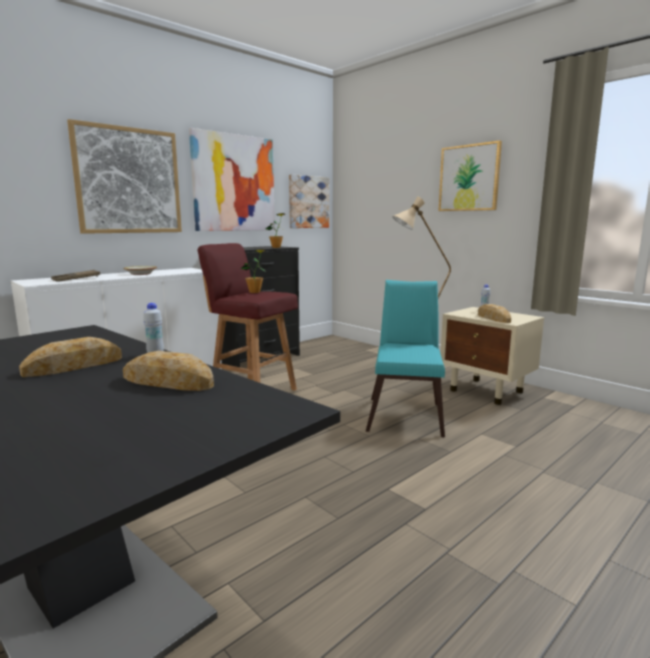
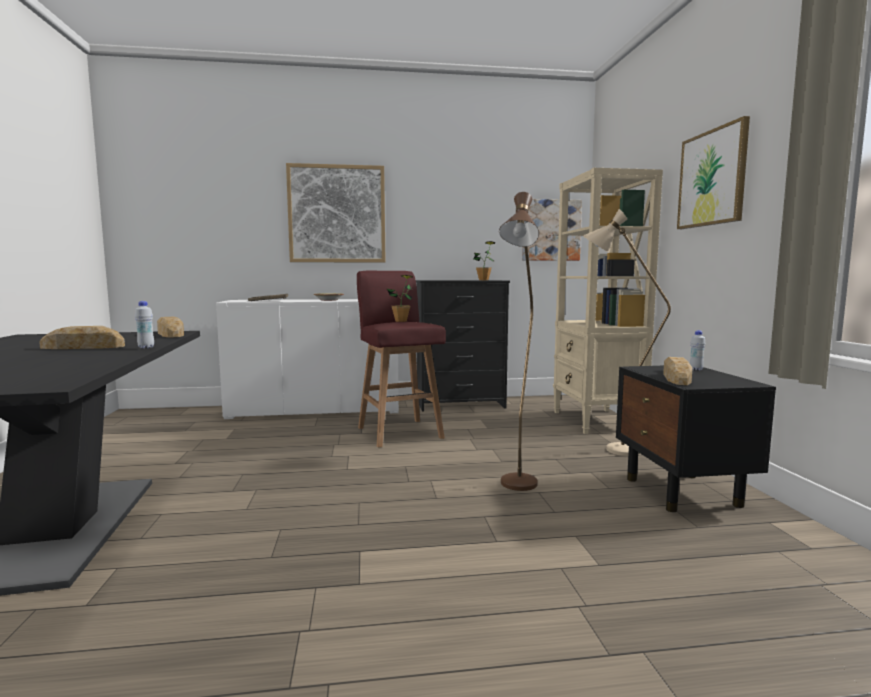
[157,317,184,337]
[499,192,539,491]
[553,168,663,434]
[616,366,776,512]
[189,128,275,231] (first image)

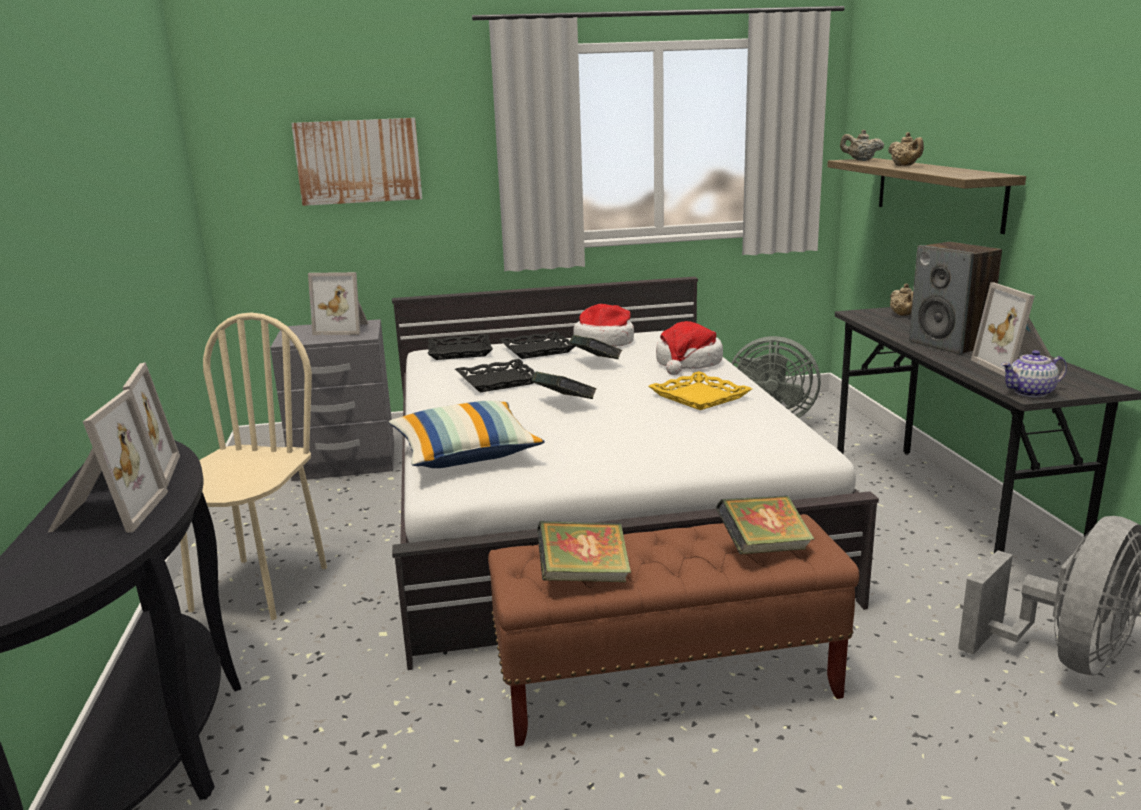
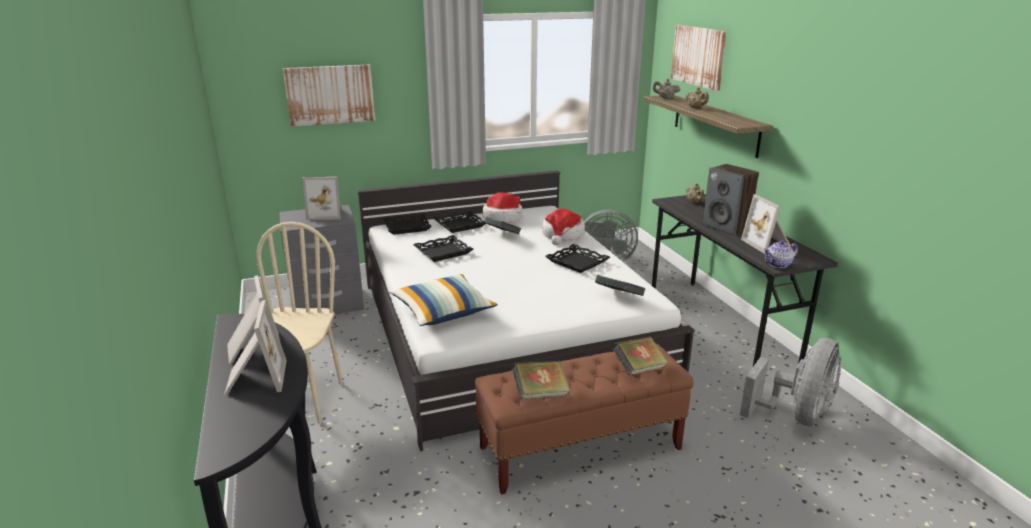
[545,244,610,273]
[595,275,646,296]
[671,25,727,91]

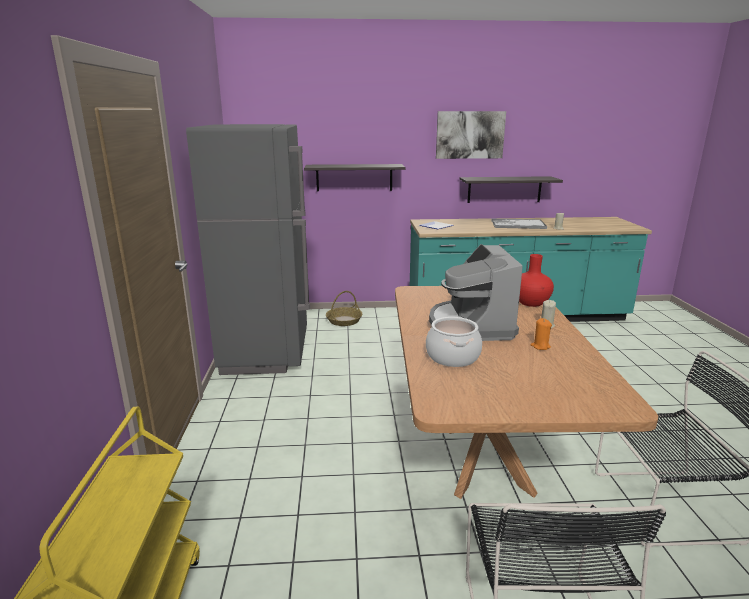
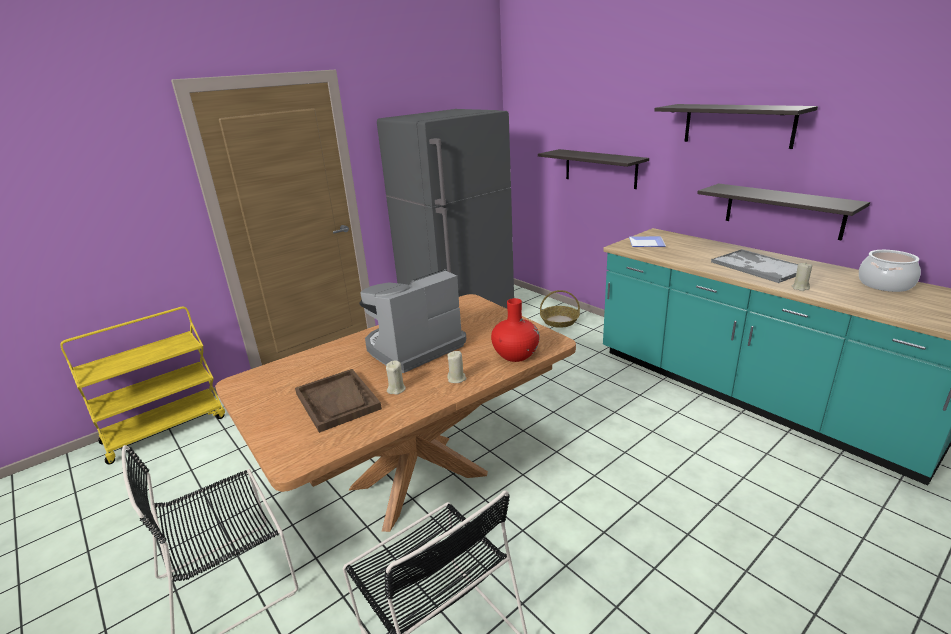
[295,369,382,433]
[386,361,406,395]
[654,104,818,149]
[859,250,921,292]

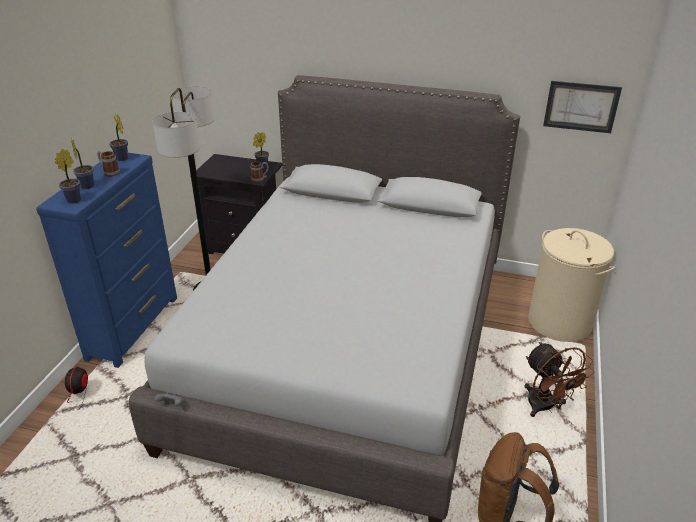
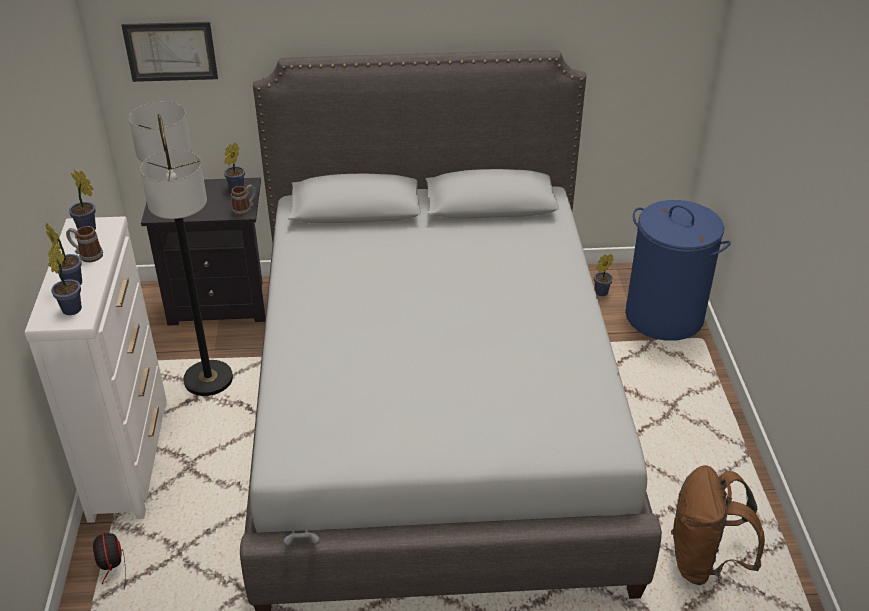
[24,216,167,523]
[122,22,218,82]
[594,254,614,296]
[625,200,731,341]
[524,342,594,417] (first image)

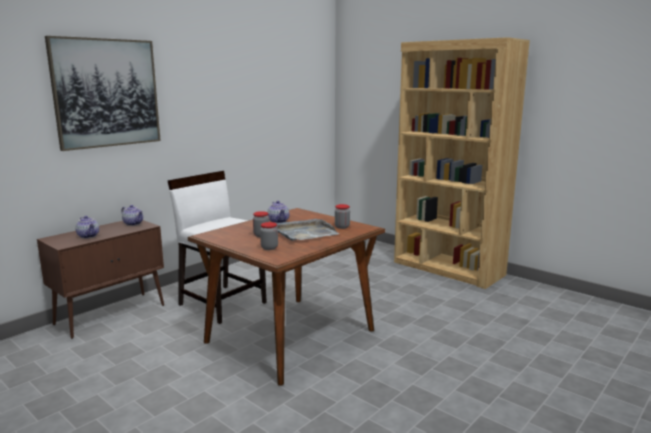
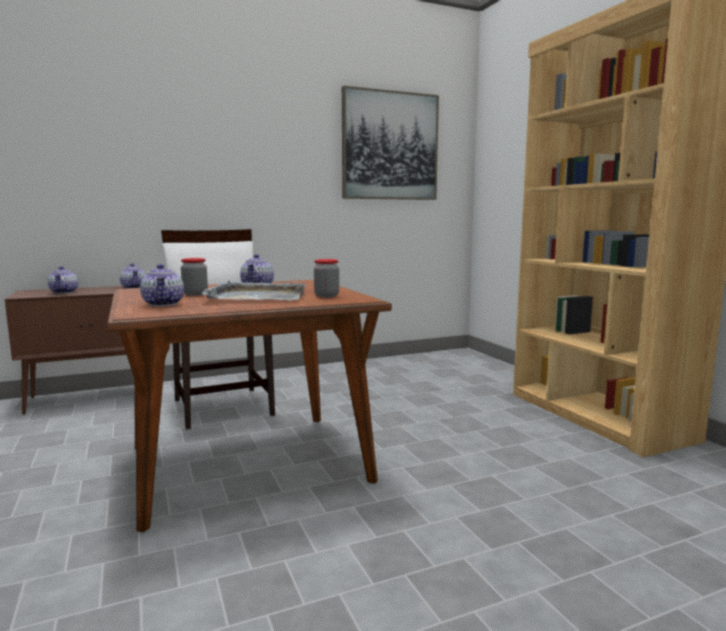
[140,264,184,307]
[342,86,439,200]

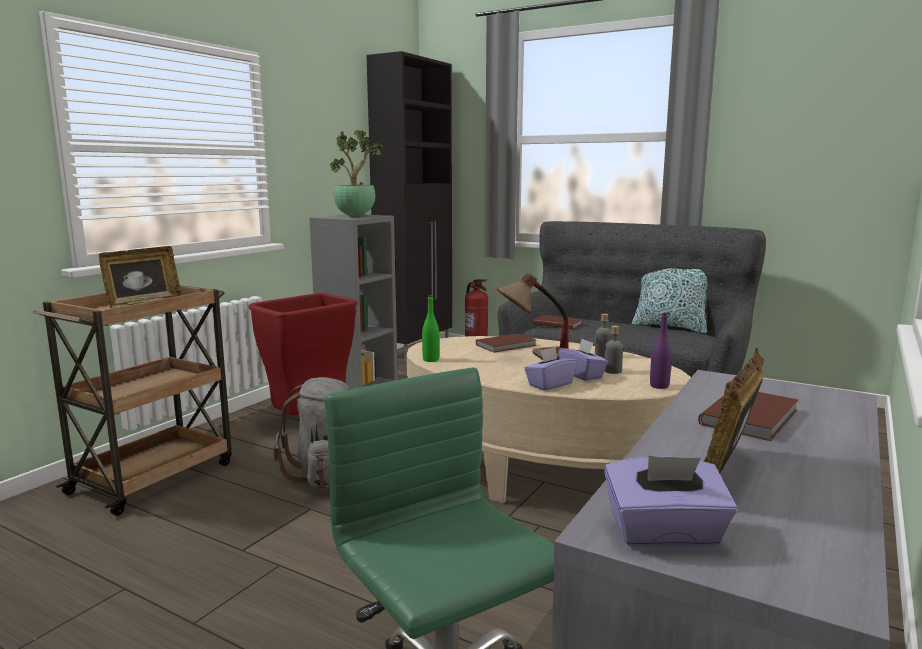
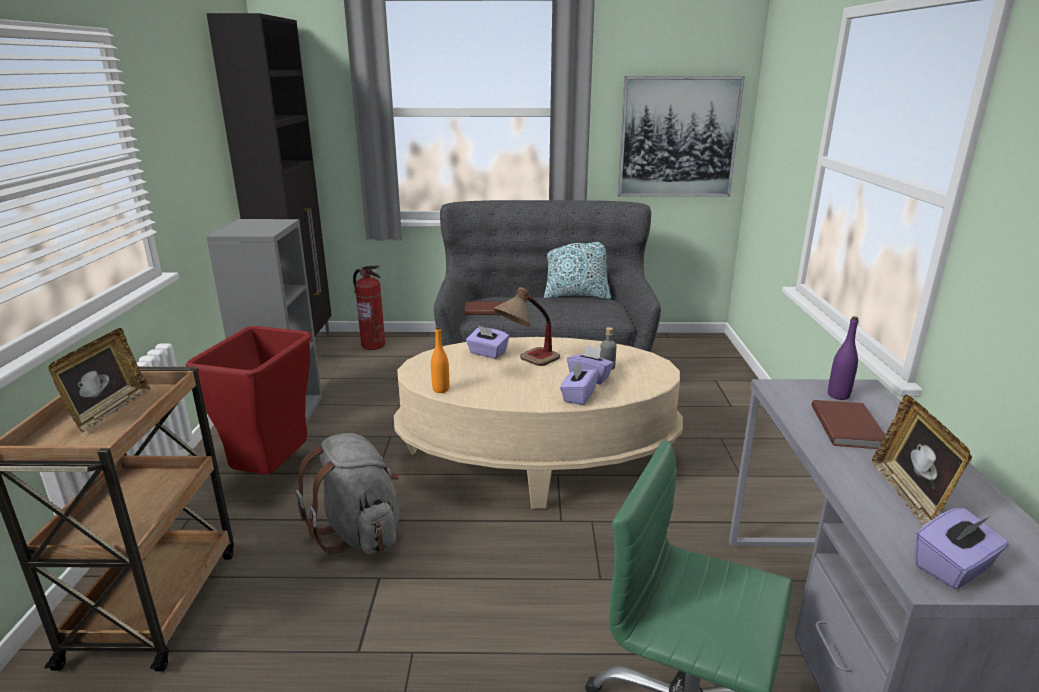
[431,327,449,393]
[466,326,509,359]
[618,76,745,197]
[828,316,859,400]
[330,130,383,216] (first image)
[595,314,612,358] (first image)

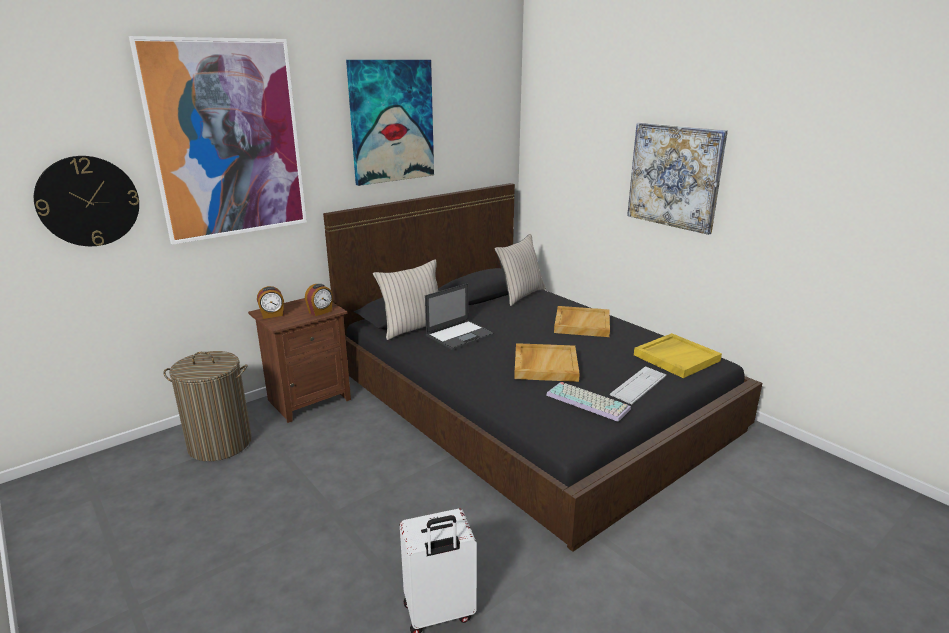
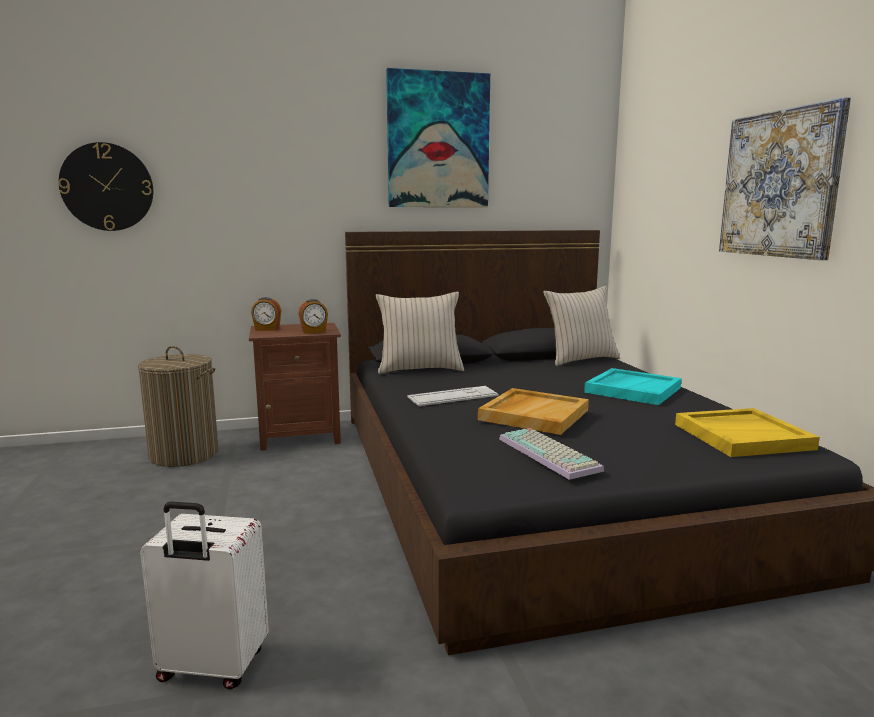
[408,386,499,406]
[584,368,682,405]
[129,36,307,245] (first image)
[425,283,495,351] (first image)

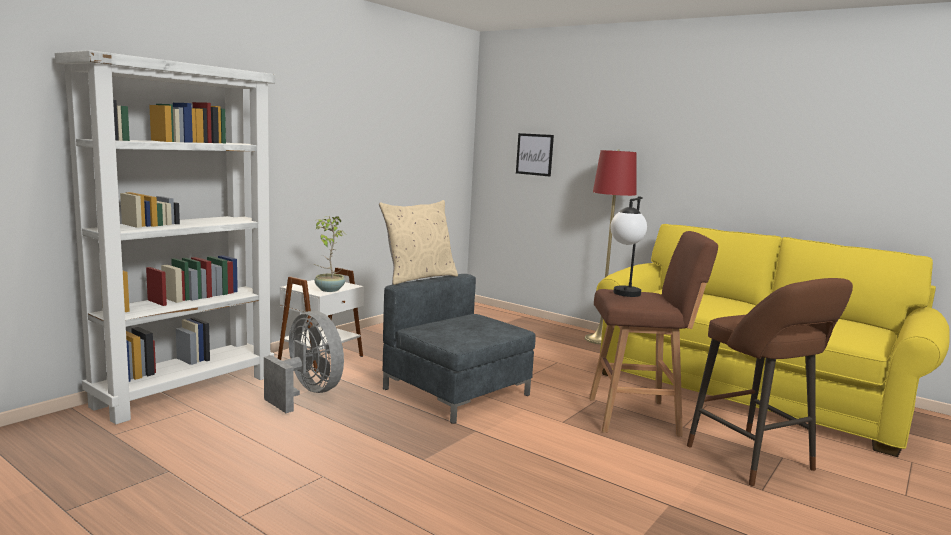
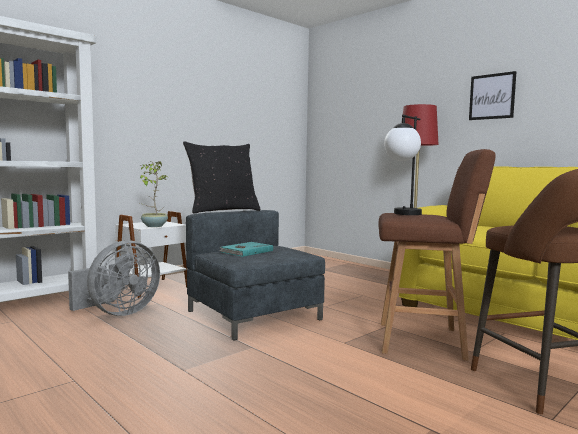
[68,240,160,316]
[183,141,260,214]
[219,242,273,257]
[469,71,517,120]

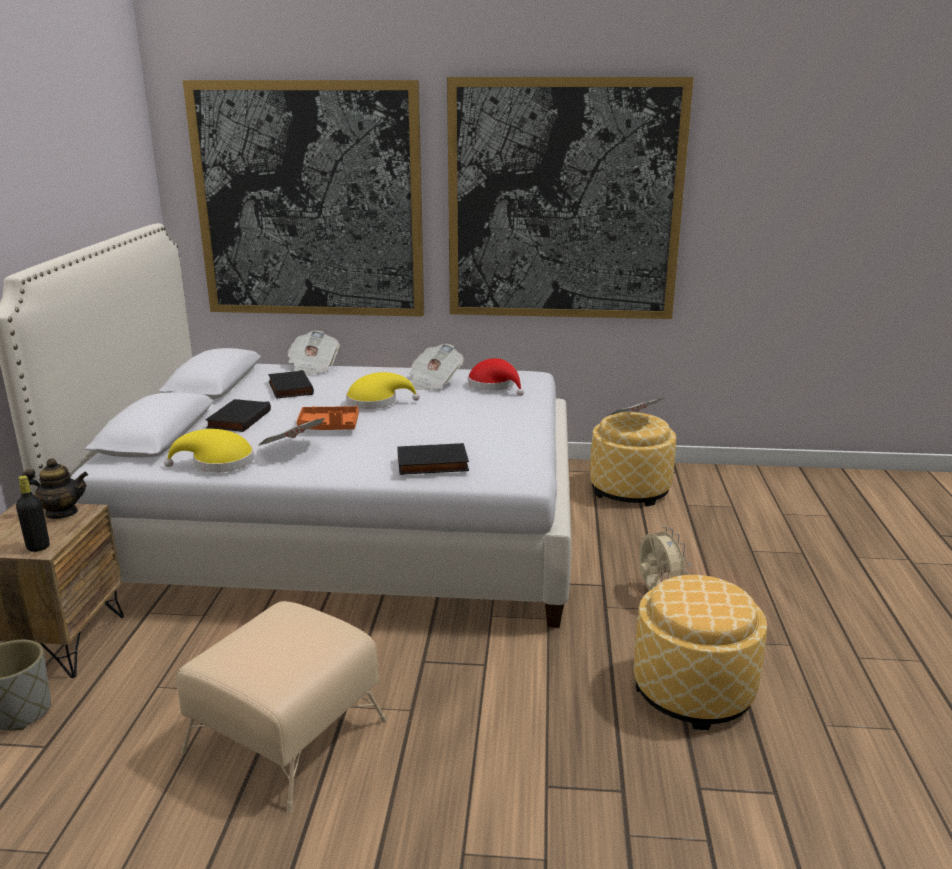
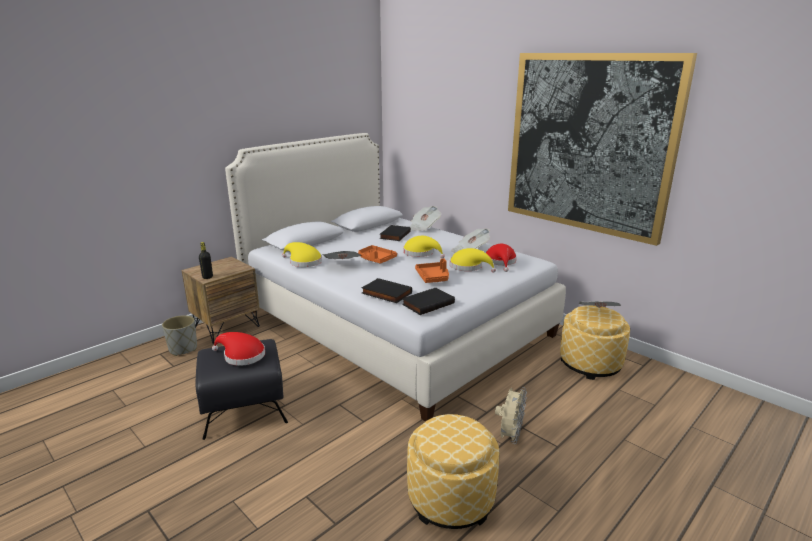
[196,339,288,440]
[212,332,265,366]
[402,288,455,315]
[415,258,449,283]
[450,248,496,272]
[22,458,88,519] (first image)
[183,80,424,317] (first image)

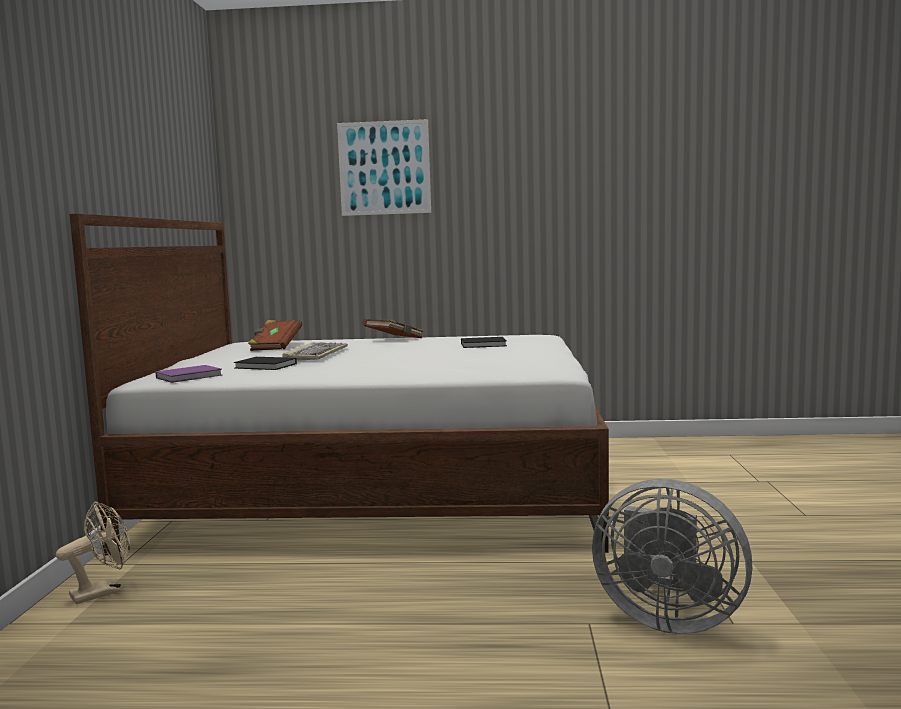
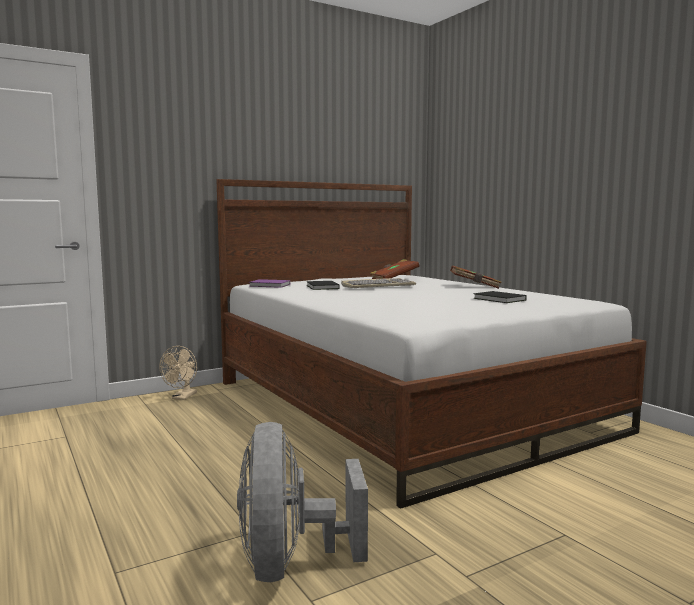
[159,346,197,400]
[337,119,431,216] (first image)

